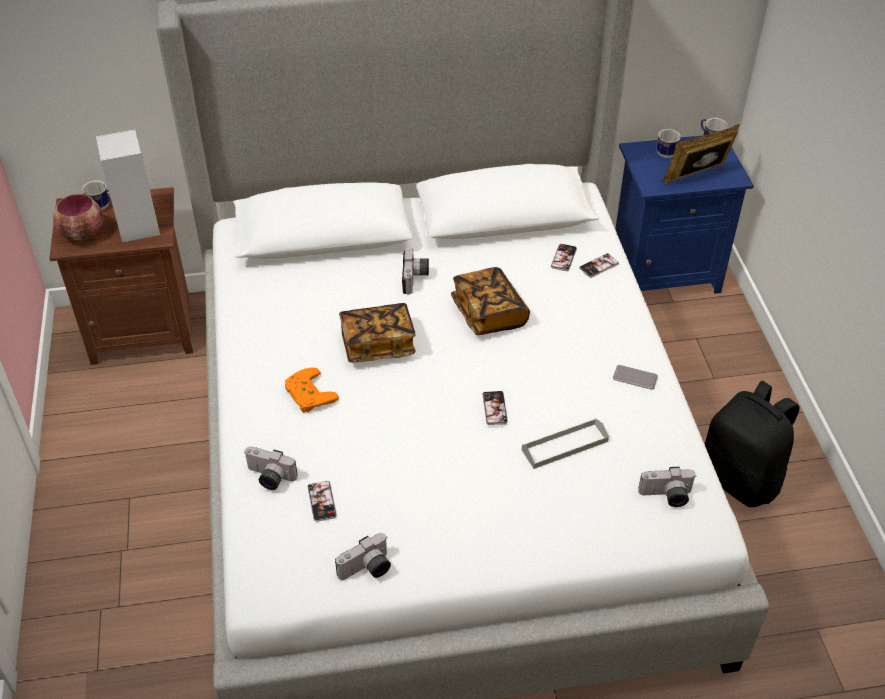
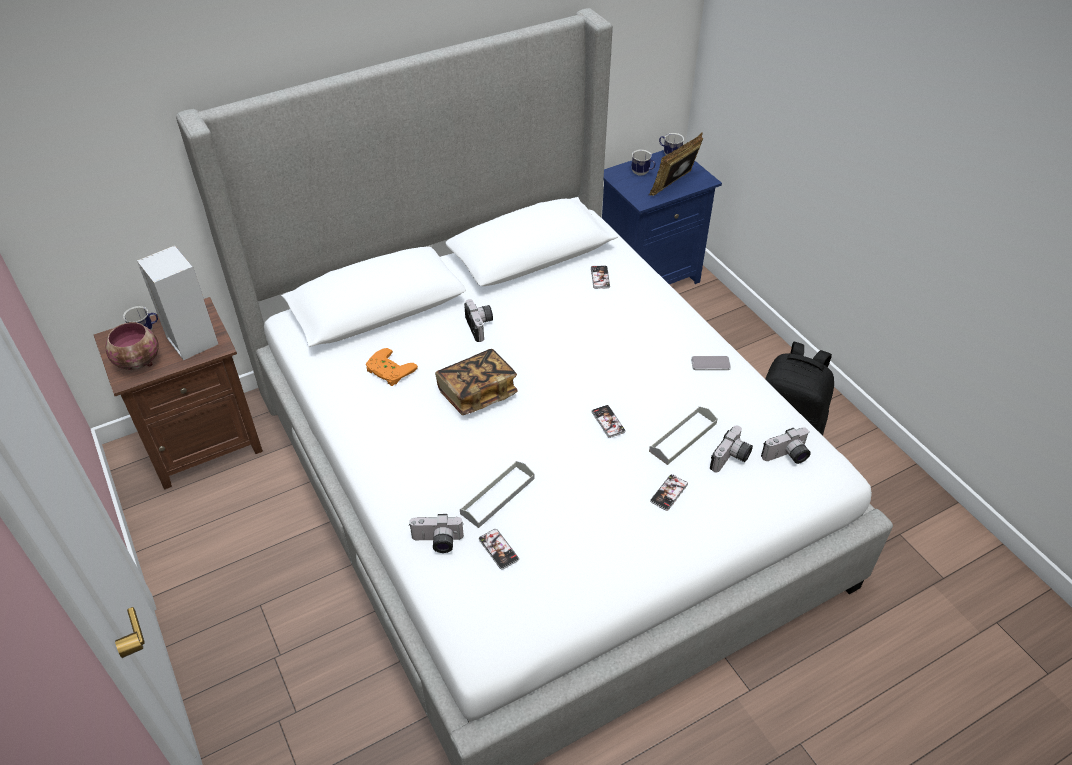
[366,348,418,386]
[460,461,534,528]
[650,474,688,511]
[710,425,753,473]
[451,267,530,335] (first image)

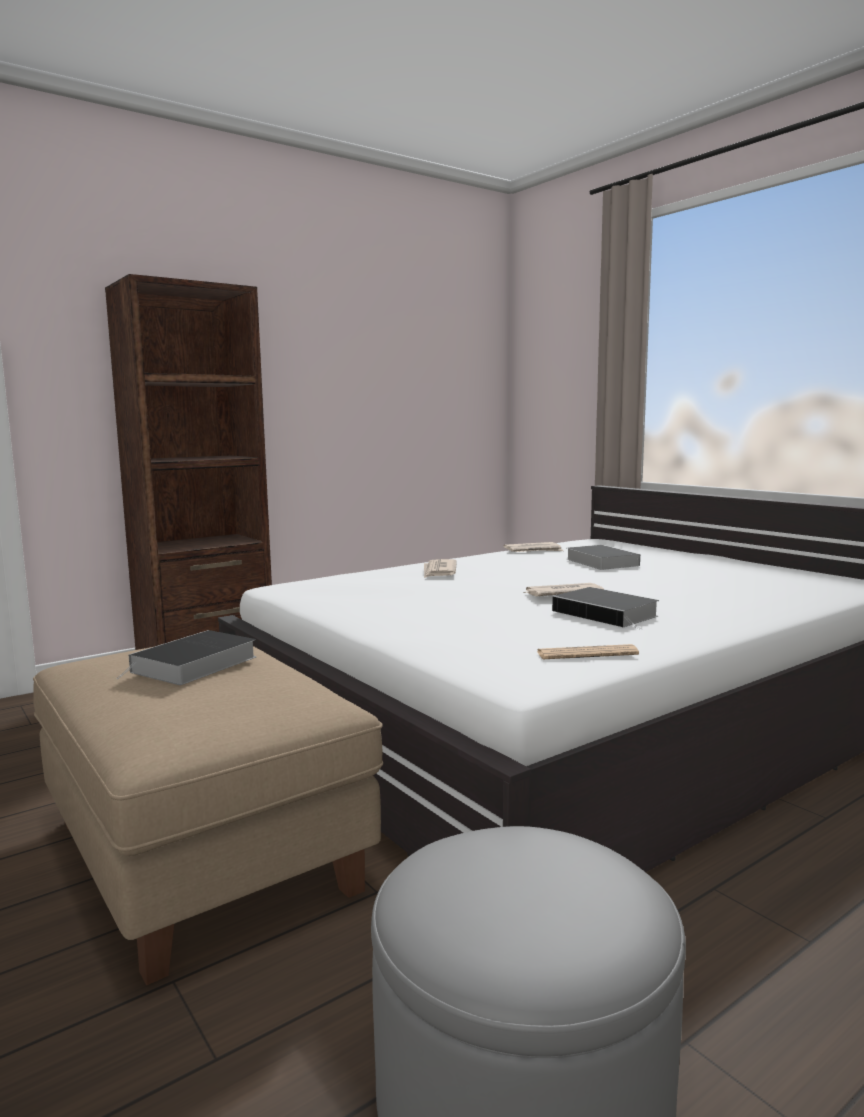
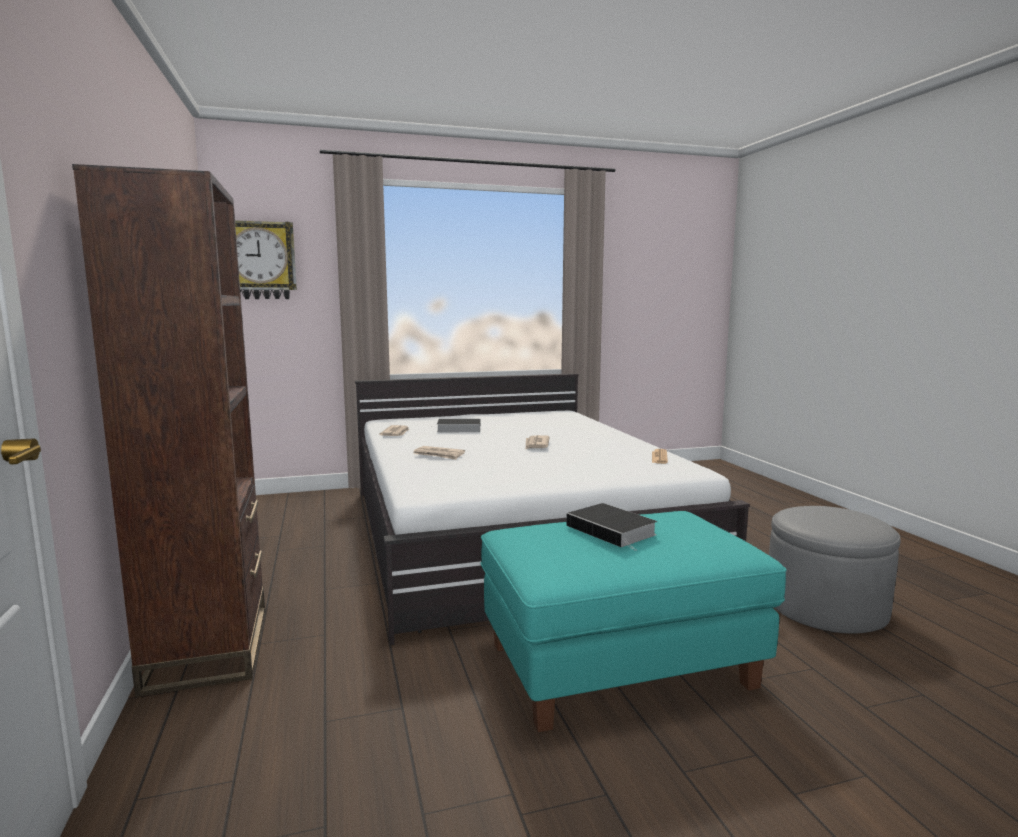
[235,220,297,299]
[480,511,787,732]
[552,587,659,630] (first image)

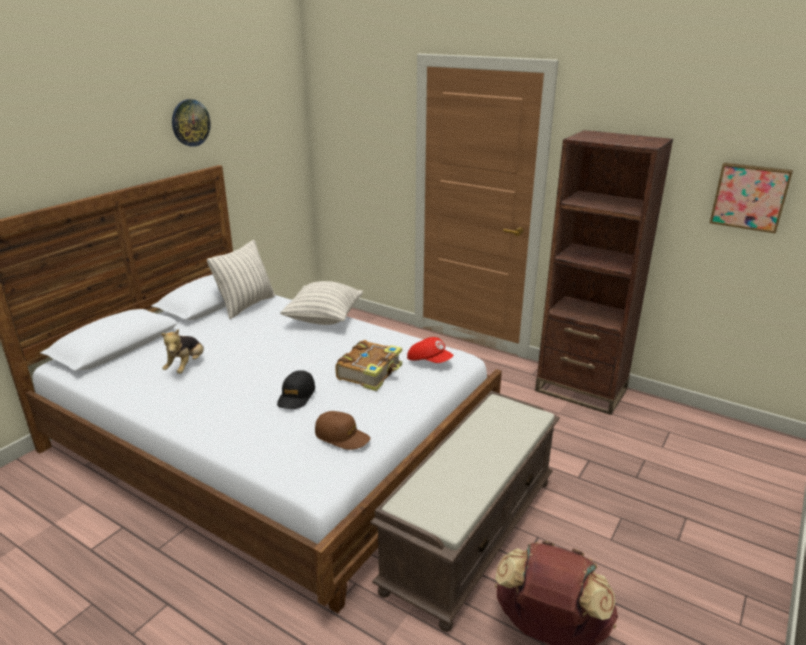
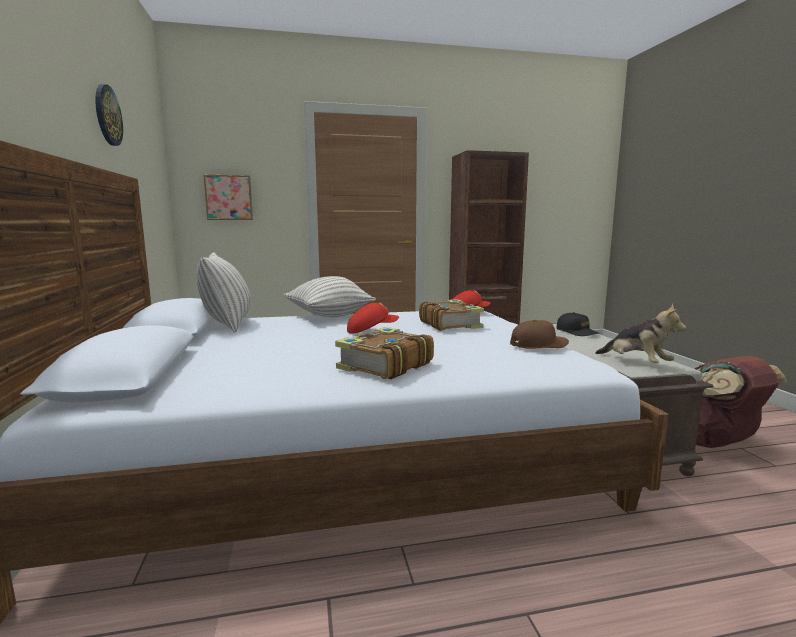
[203,174,253,220]
[335,327,434,379]
[347,303,399,334]
[556,312,599,336]
[595,304,686,363]

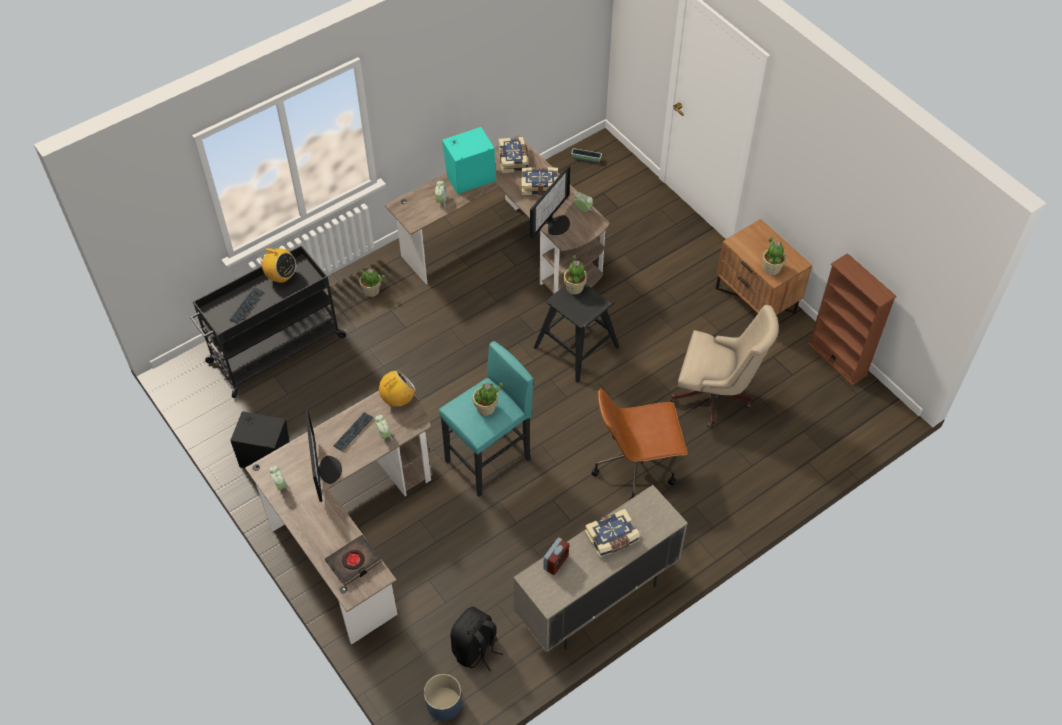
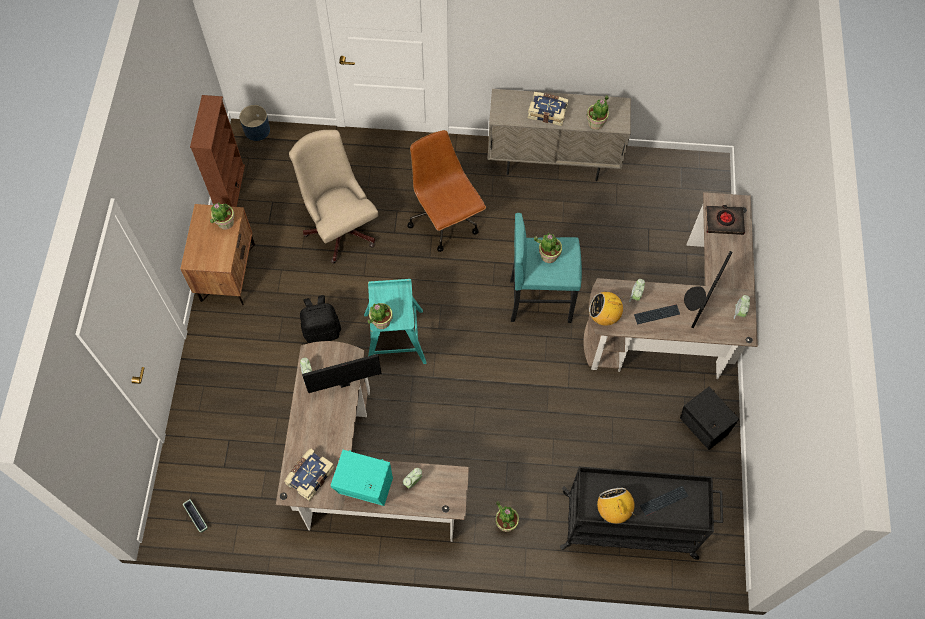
[239,105,270,141]
[300,295,341,343]
[364,279,427,364]
[407,130,486,252]
[587,95,609,130]
[522,167,558,195] (first image)

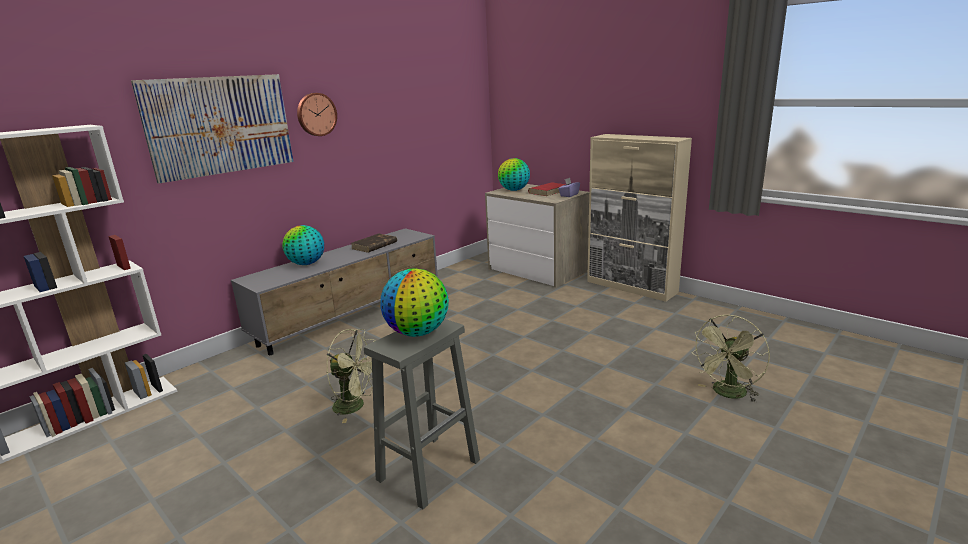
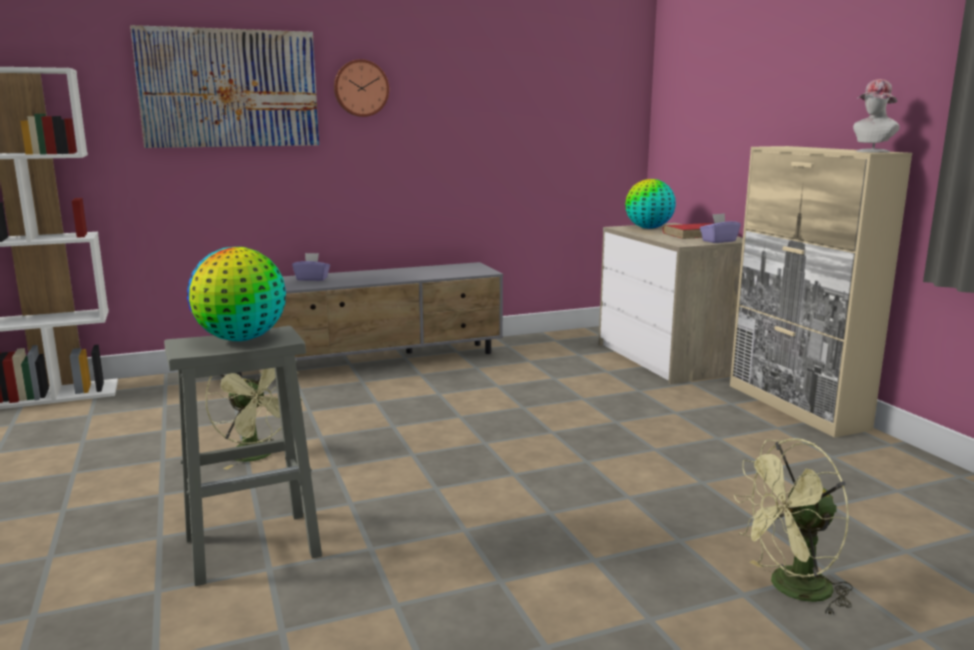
[292,253,330,281]
[853,79,900,153]
[351,233,397,253] (first image)

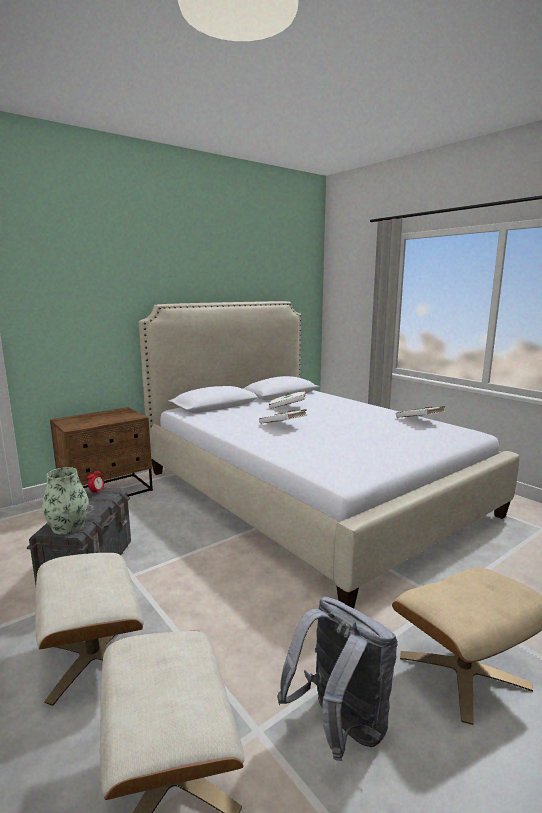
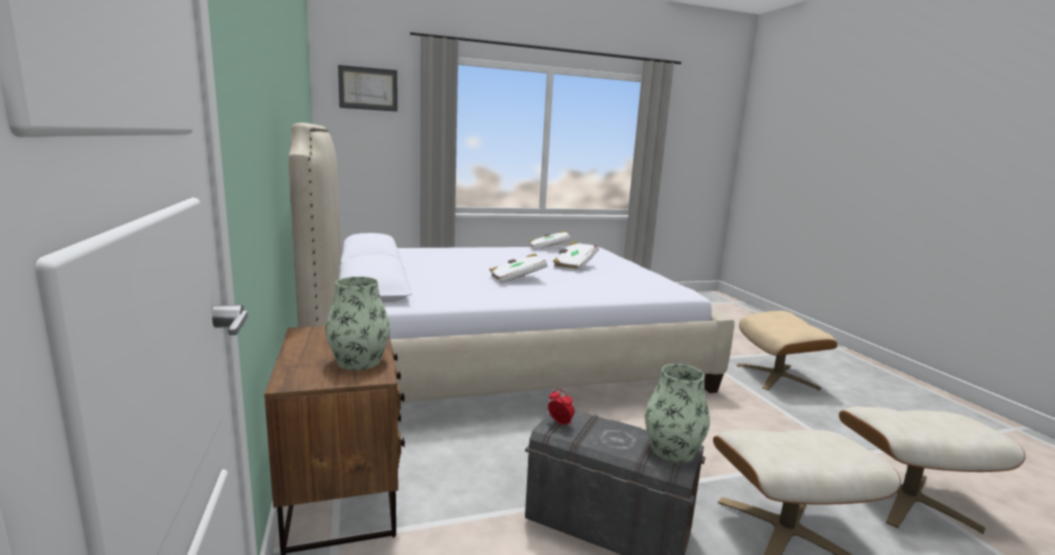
[325,277,390,370]
[338,65,398,112]
[553,241,599,271]
[277,597,398,761] (first image)

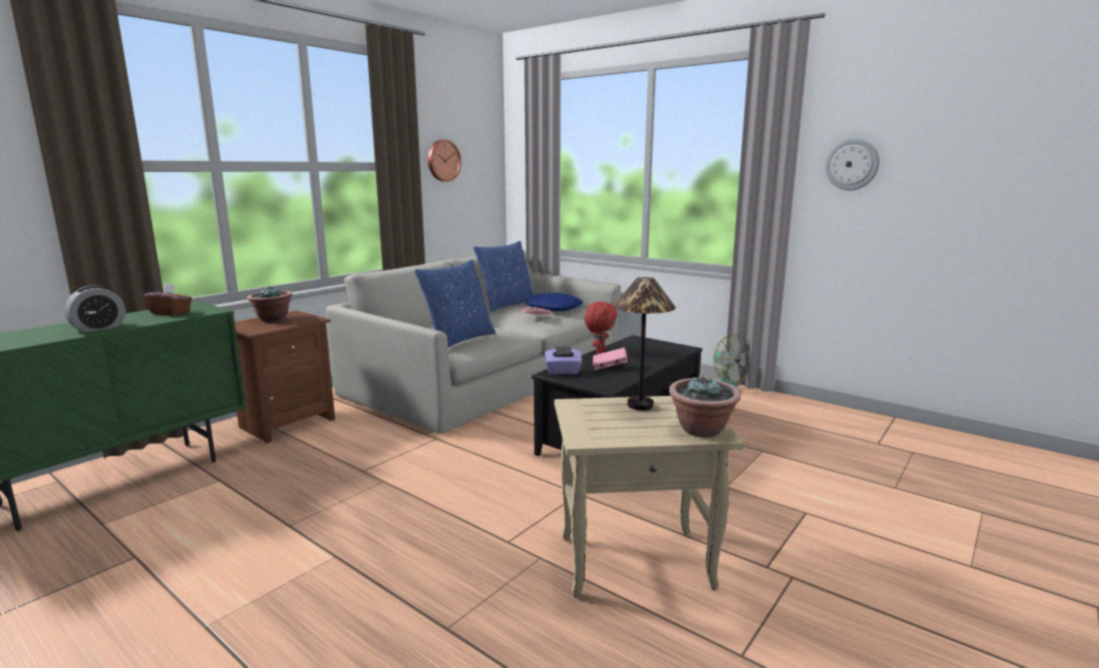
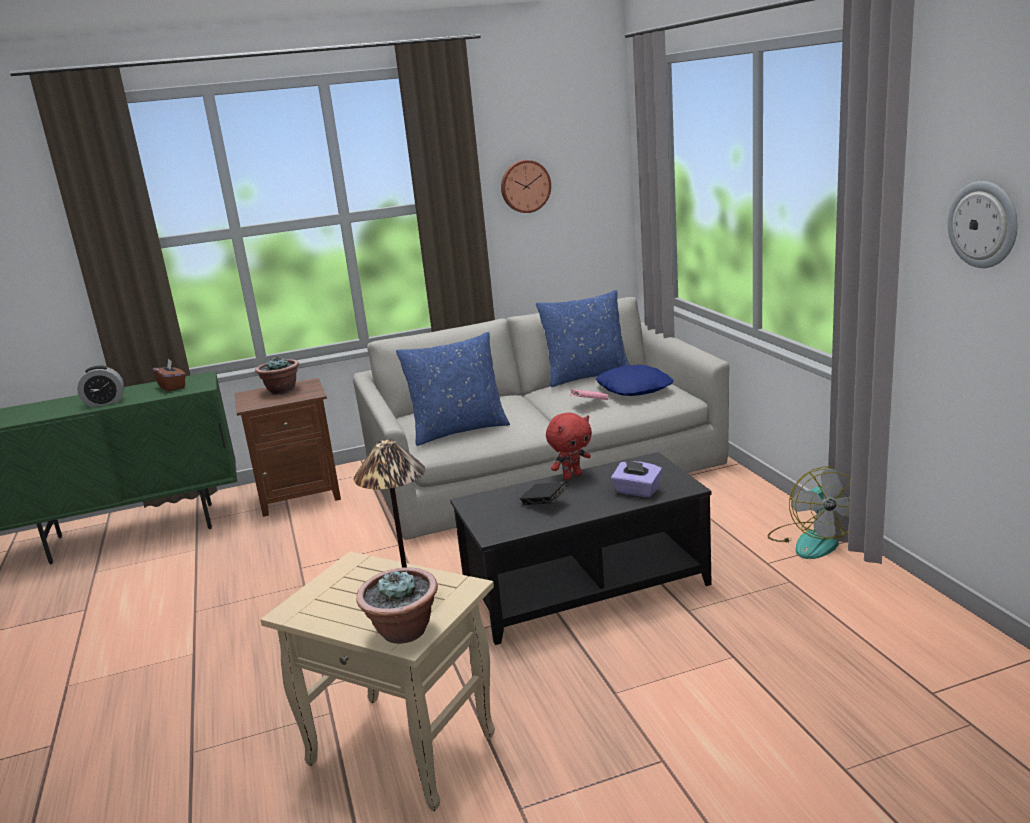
[520,481,569,505]
[611,460,662,498]

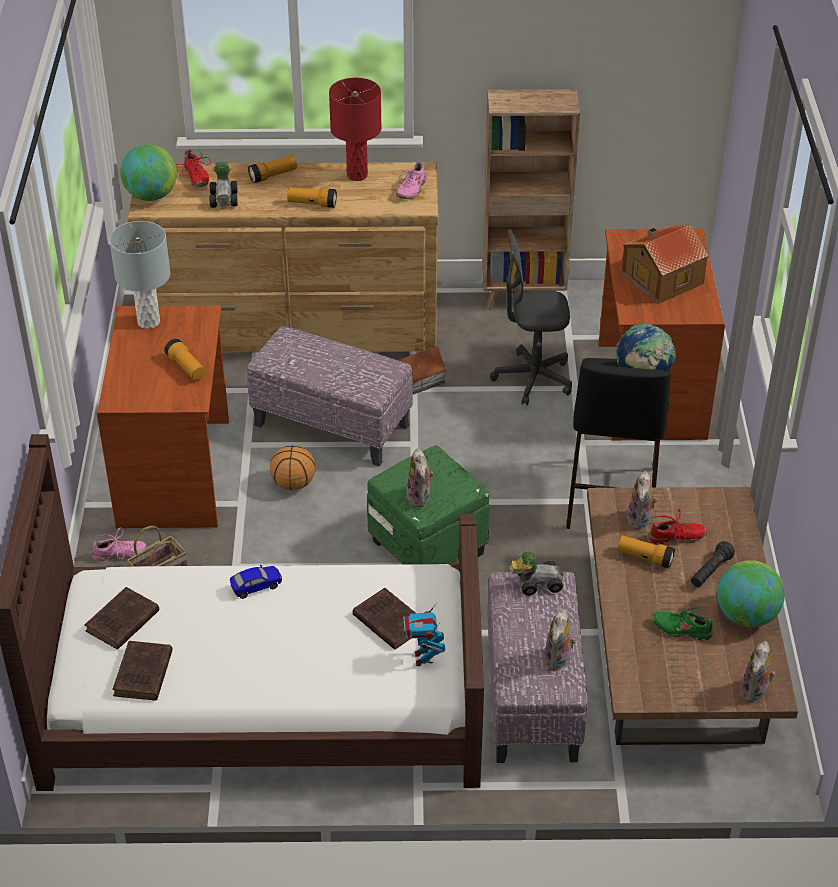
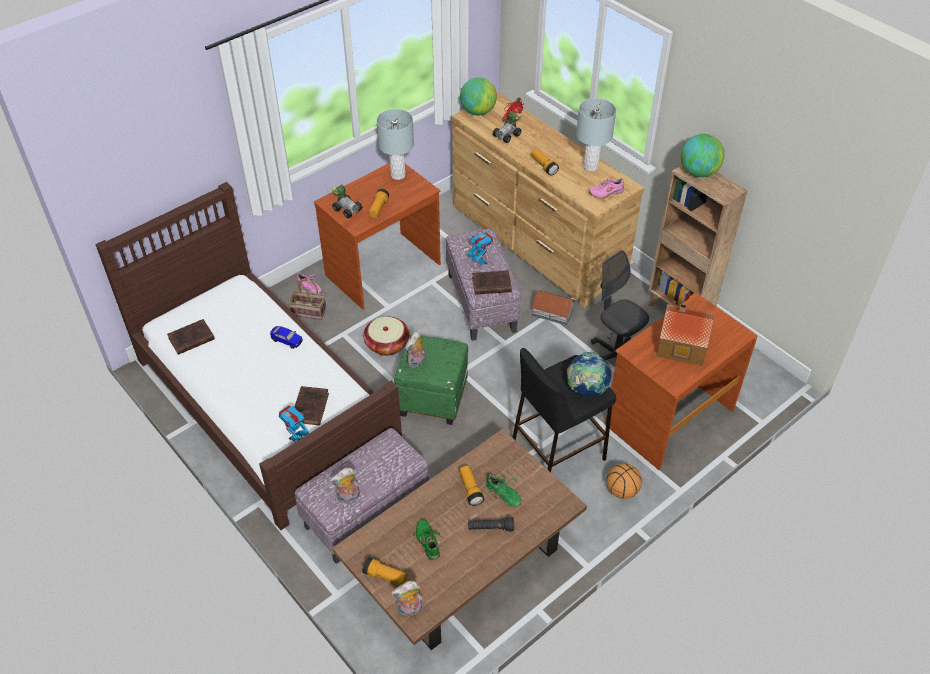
[332,185,362,218]
[362,557,407,585]
[363,316,410,356]
[468,232,493,266]
[472,270,512,295]
[486,473,522,507]
[576,98,616,171]
[607,463,642,499]
[681,134,725,177]
[627,471,658,530] (first image)

